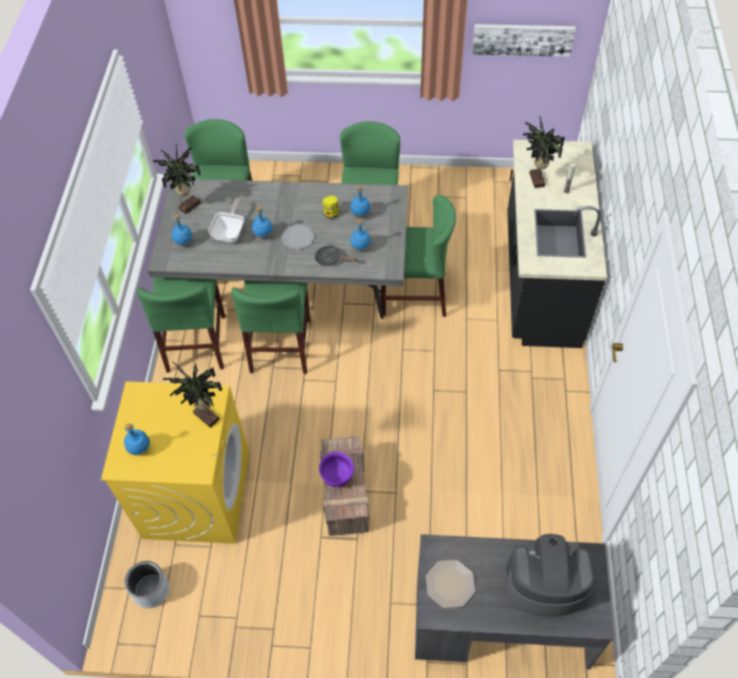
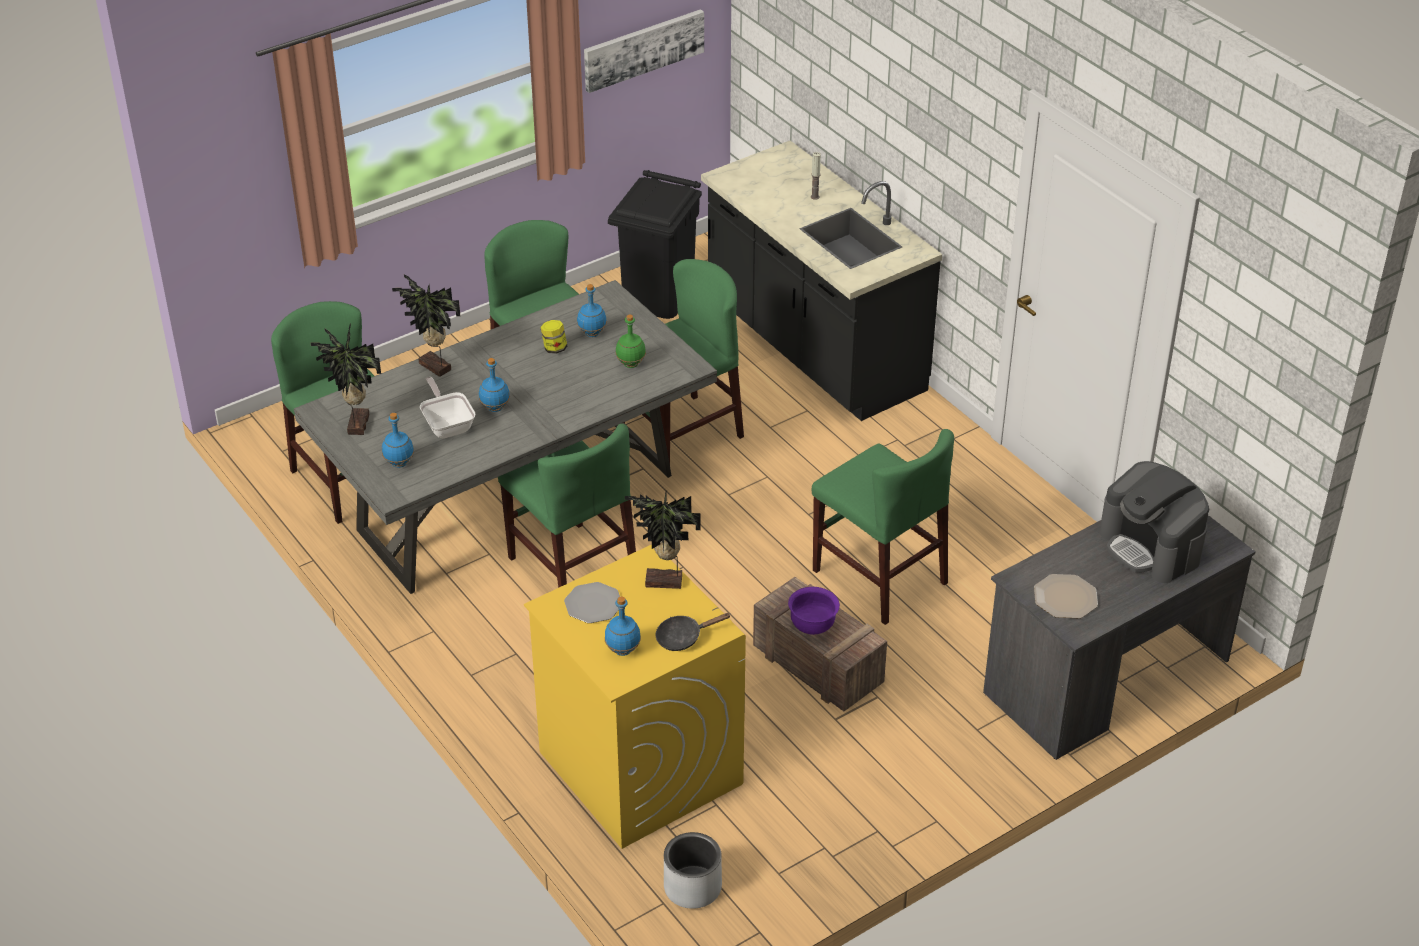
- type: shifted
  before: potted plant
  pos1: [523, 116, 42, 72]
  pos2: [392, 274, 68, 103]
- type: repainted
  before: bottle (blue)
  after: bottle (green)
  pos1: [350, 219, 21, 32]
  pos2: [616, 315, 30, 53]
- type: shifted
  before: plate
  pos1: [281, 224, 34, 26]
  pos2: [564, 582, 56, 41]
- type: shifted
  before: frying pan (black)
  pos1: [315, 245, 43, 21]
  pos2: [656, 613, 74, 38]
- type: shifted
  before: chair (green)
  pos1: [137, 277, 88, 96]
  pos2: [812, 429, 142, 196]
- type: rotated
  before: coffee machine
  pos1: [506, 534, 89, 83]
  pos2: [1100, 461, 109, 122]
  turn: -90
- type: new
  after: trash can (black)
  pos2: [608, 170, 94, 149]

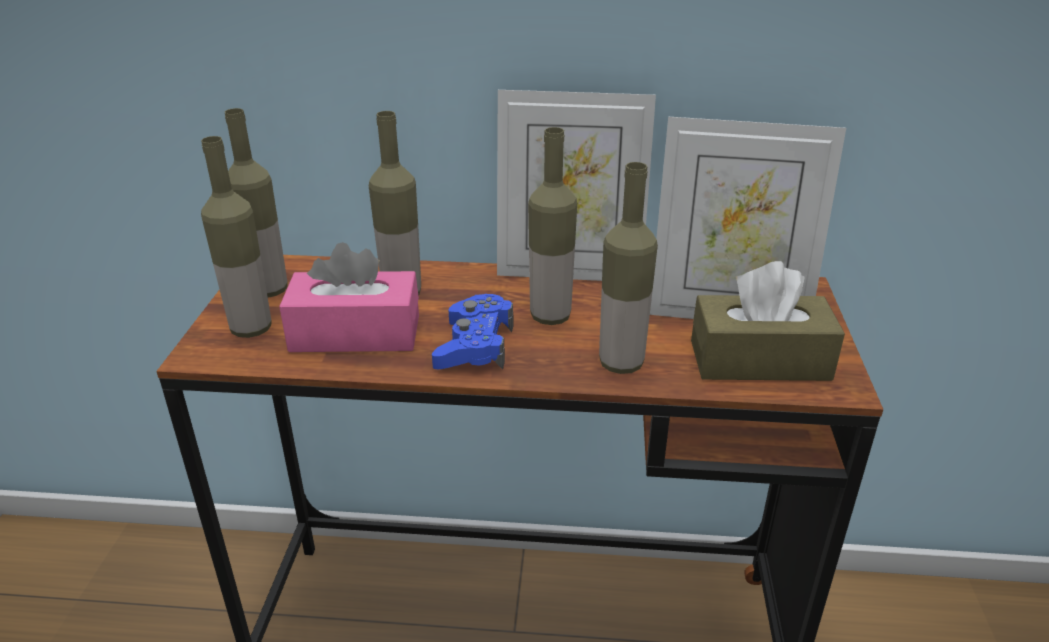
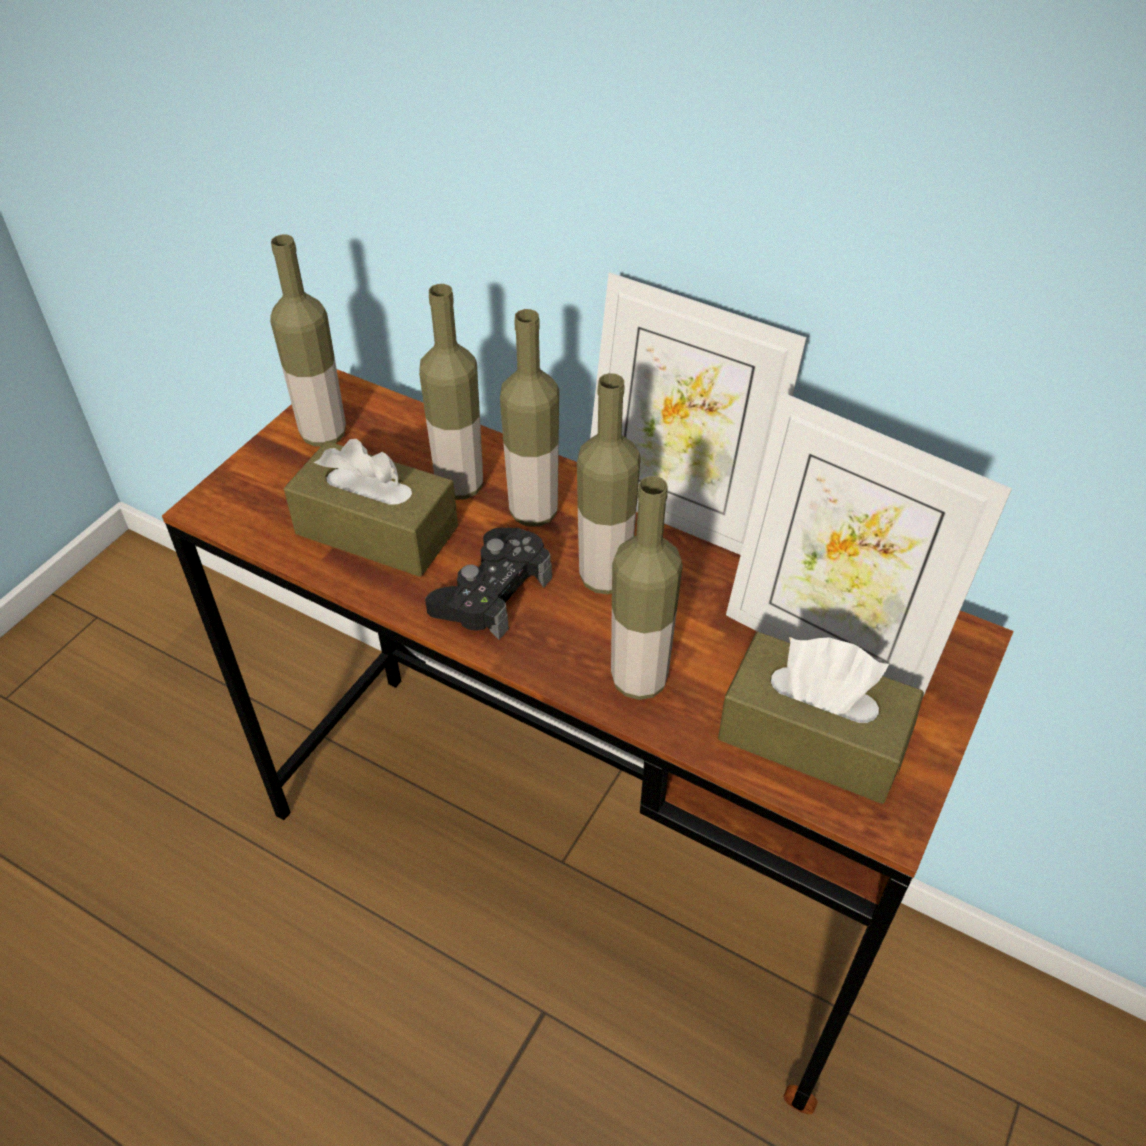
- type: shifted
  before: bottle
  pos1: [201, 136, 70, 202]
  pos2: [500, 309, 59, 218]
- type: repainted
  before: tissue box (pink)
  after: tissue box (brown)
  pos1: [279, 242, 140, 110]
  pos2: [284, 439, 174, 138]
- type: repainted
  before: game controller (blue)
  after: game controller (black)
  pos1: [432, 294, 81, 75]
  pos2: [425, 527, 127, 113]

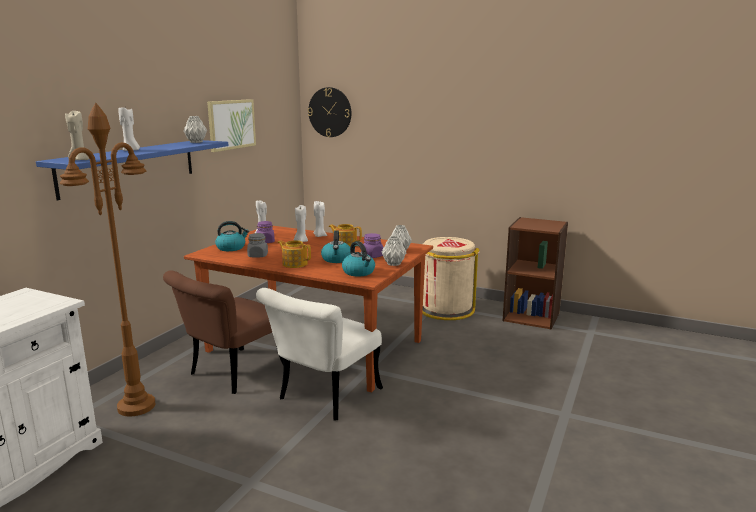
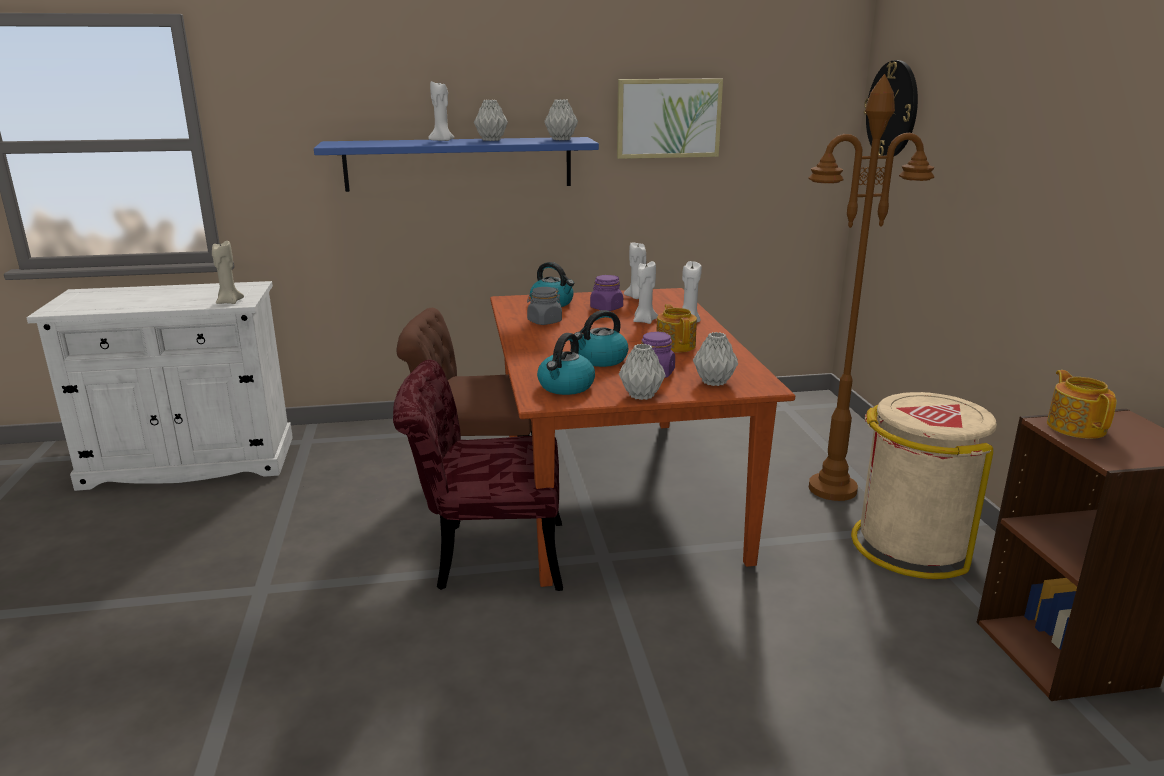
- type: shifted
  before: floor lamp (brown)
  pos1: [60, 103, 95, 313]
  pos2: [809, 74, 125, 427]
- type: shifted
  before: candle (beige)
  pos1: [65, 111, 24, 49]
  pos2: [212, 241, 32, 63]
- type: shifted
  before: teapot
  pos1: [277, 240, 34, 28]
  pos2: [1047, 370, 69, 69]
- type: repainted
  before: chair (white)
  after: chair (red)
  pos1: [256, 288, 127, 132]
  pos2: [393, 359, 170, 232]
- type: new
  after: vase (grey)
  pos2: [474, 100, 34, 41]

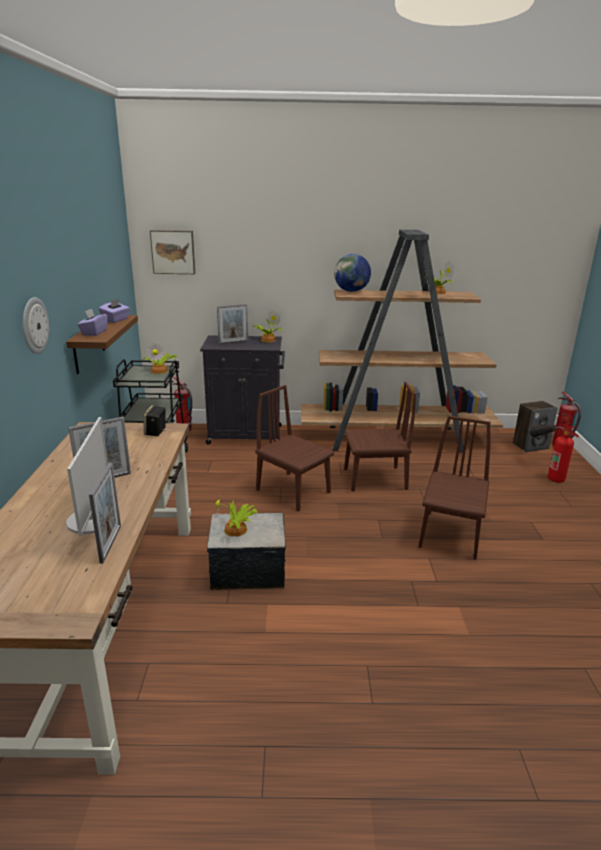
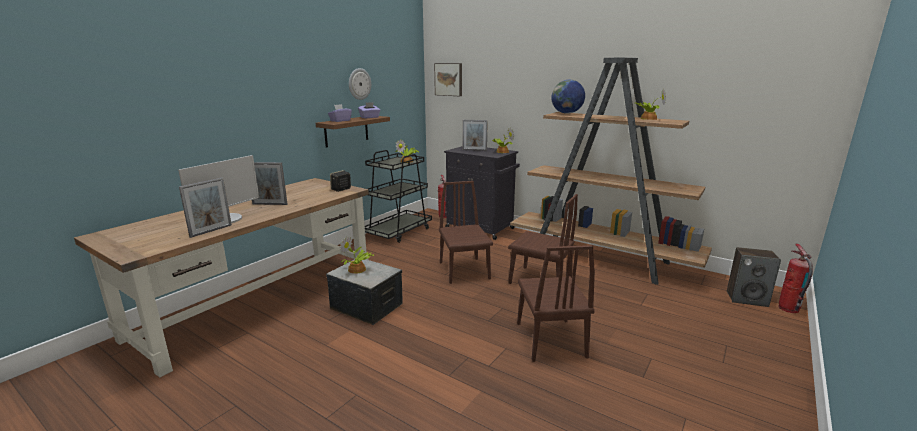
- type: shifted
  before: wall clock
  pos1: [23, 297, 26, 57]
  pos2: [349, 68, 22, 32]
- type: rotated
  before: chair (brown)
  pos1: [419, 415, 72, 145]
  pos2: [517, 245, 78, 117]
  turn: 120
- type: gone
  before: fire extinguisher
  pos1: [529, 425, 50, 58]

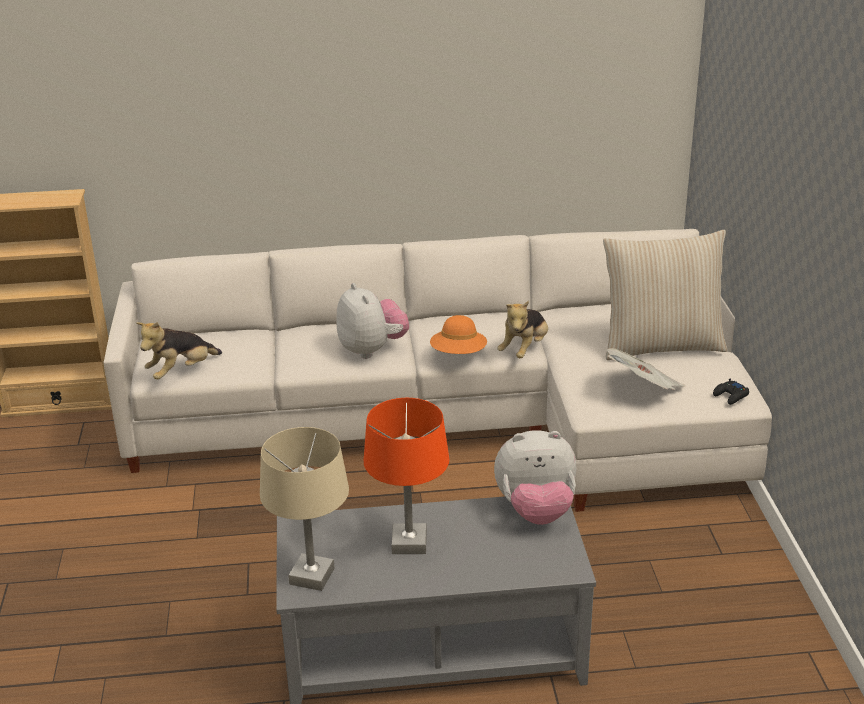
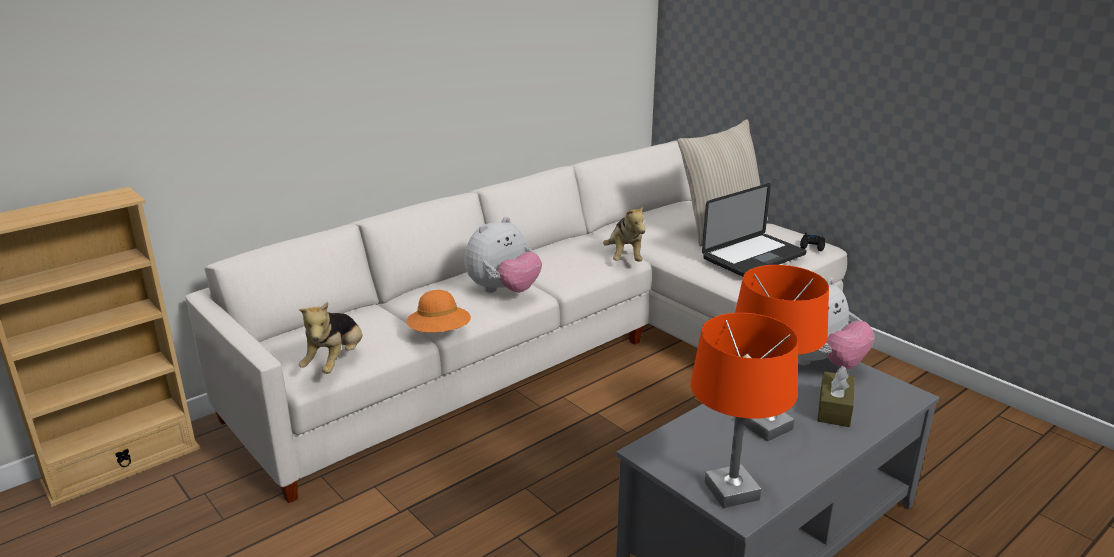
- type: rotated
  before: plush toy
  pos1: [336, 283, 73, 76]
  pos2: [465, 217, 77, 76]
  turn: 105
- type: shifted
  before: hat (orange)
  pos1: [430, 315, 57, 39]
  pos2: [407, 290, 64, 43]
- type: swapped
  before: newspaper
  after: laptop
  pos1: [606, 348, 79, 42]
  pos2: [702, 183, 105, 94]
- type: repainted
  before: table lamp (beige)
  after: table lamp (orange)
  pos1: [260, 427, 89, 164]
  pos2: [690, 313, 108, 195]
- type: new
  after: tissue box (brown)
  pos2: [818, 365, 37, 62]

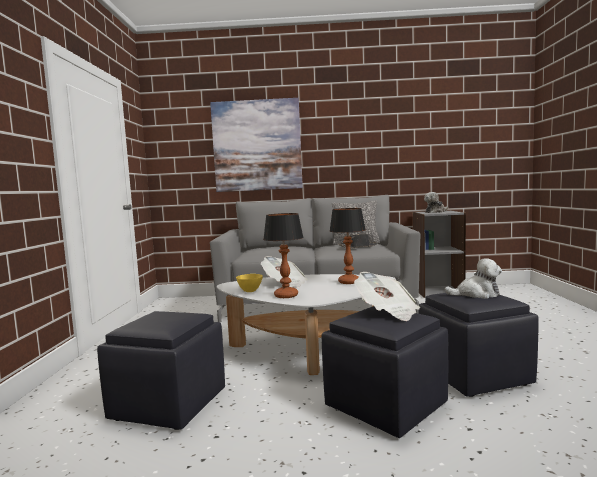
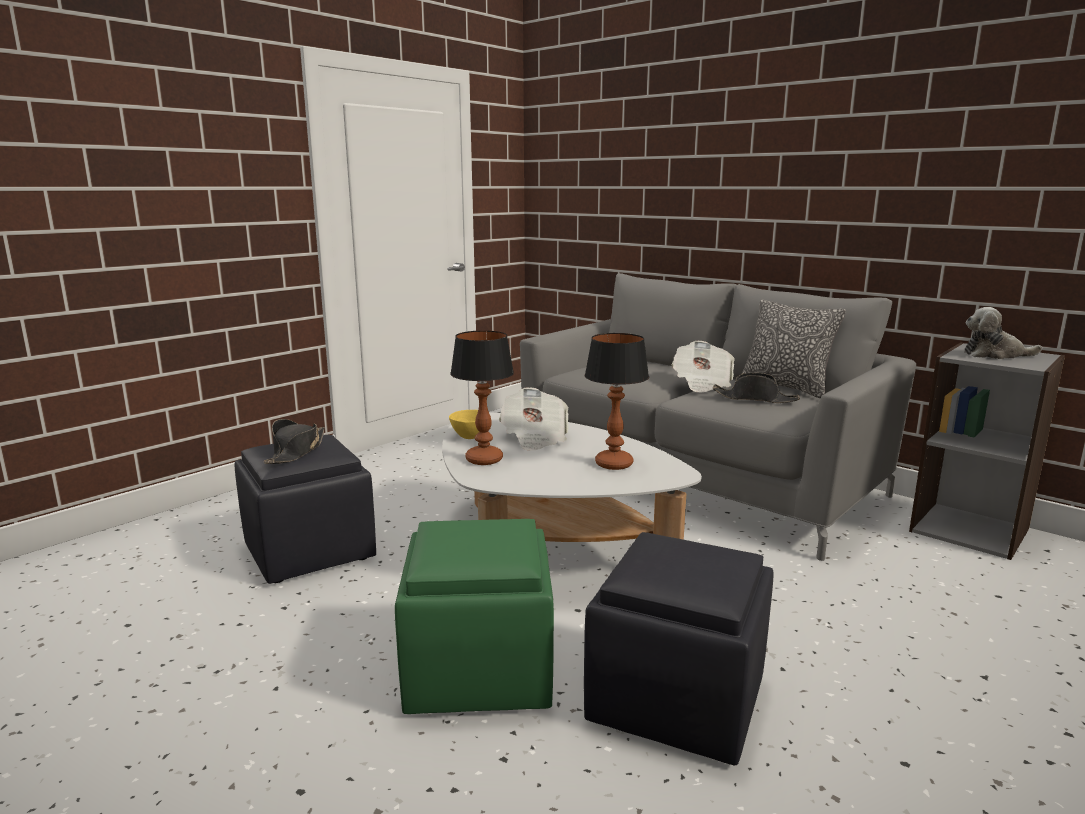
- type: gone
  before: picture
  pos1: [210, 98, 93, 94]
- type: gone
  before: plush toy
  pos1: [444, 258, 58, 41]
- type: shifted
  before: newspaper
  pos1: [354, 272, 66, 49]
  pos2: [672, 341, 63, 51]
- type: repainted
  before: ottoman (black)
  after: ottoman (green)
  pos1: [322, 306, 126, 132]
  pos2: [395, 519, 159, 195]
- type: new
  after: hat (black)
  pos2: [264, 419, 61, 45]

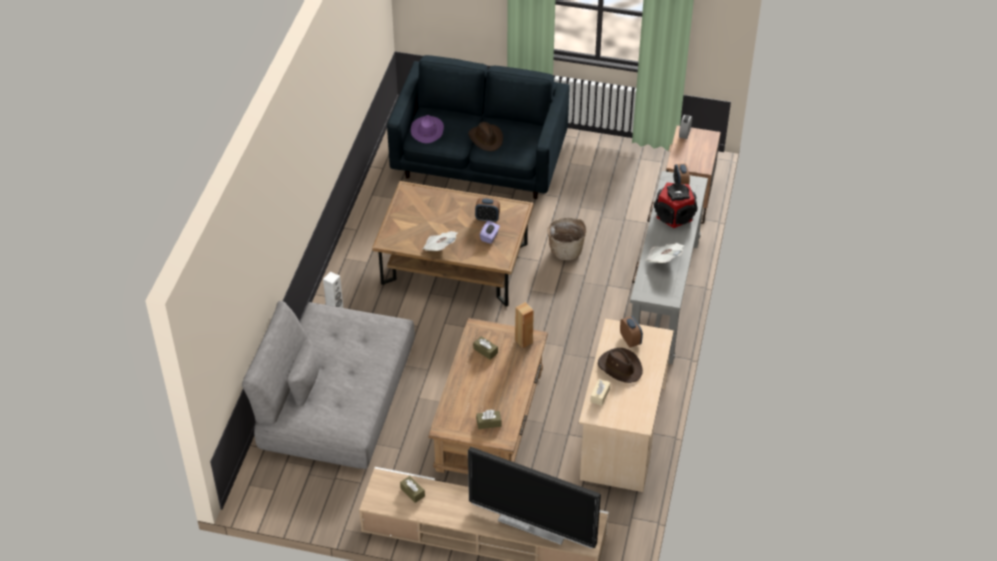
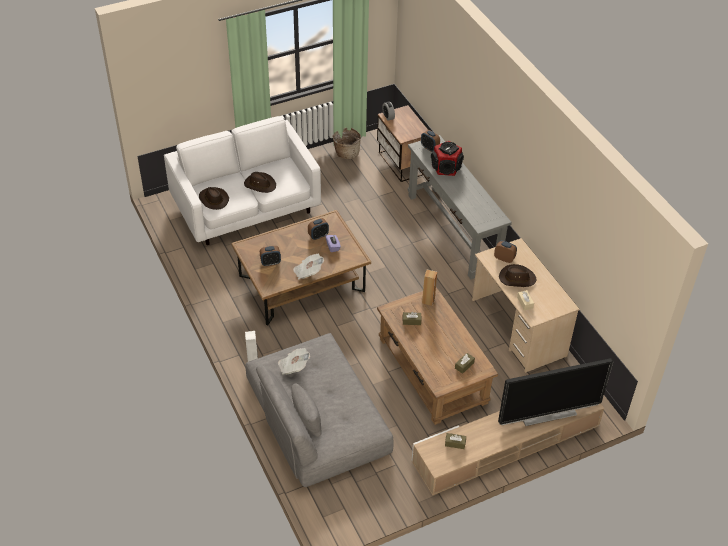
- type: repainted
  before: sofa (blue)
  after: sofa (white)
  pos1: [387, 55, 182, 144]
  pos2: [164, 116, 157, 129]
- type: repainted
  before: hat (purple)
  after: hat (brown)
  pos1: [411, 115, 33, 28]
  pos2: [199, 187, 30, 23]
- type: shifted
  before: basket
  pos1: [547, 218, 39, 43]
  pos2: [333, 128, 28, 31]
- type: shifted
  before: newspaper
  pos1: [645, 243, 39, 20]
  pos2: [278, 348, 32, 27]
- type: new
  after: alarm clock
  pos2: [260, 246, 21, 20]

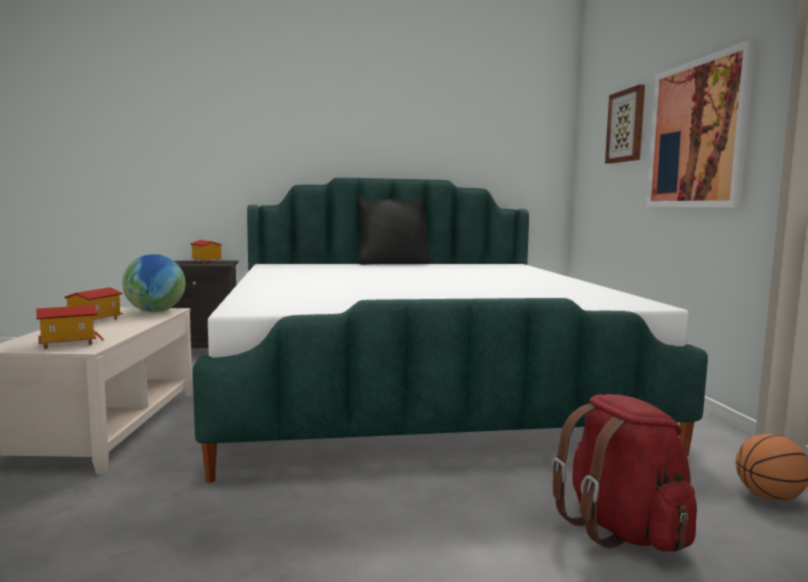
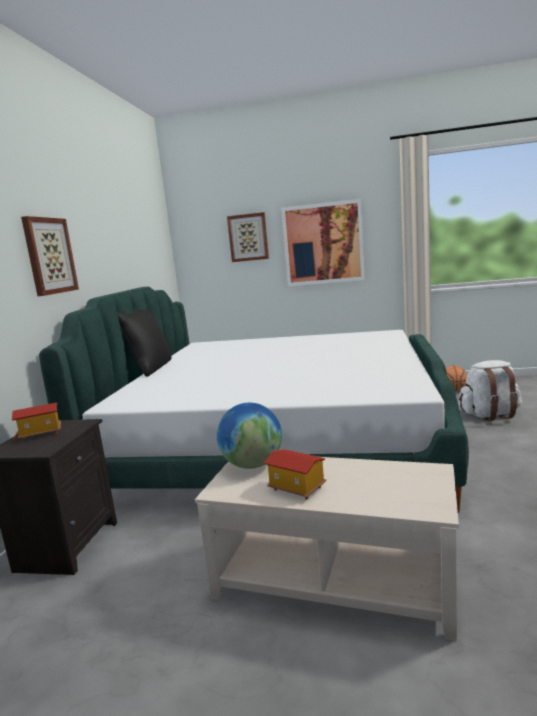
- type: gone
  before: toy house
  pos1: [36, 305, 68, 44]
- type: repainted
  before: backpack (red)
  after: backpack (white)
  pos1: [552, 394, 145, 158]
  pos2: [459, 360, 63, 61]
- type: new
  after: picture
  pos2: [21, 216, 58, 80]

